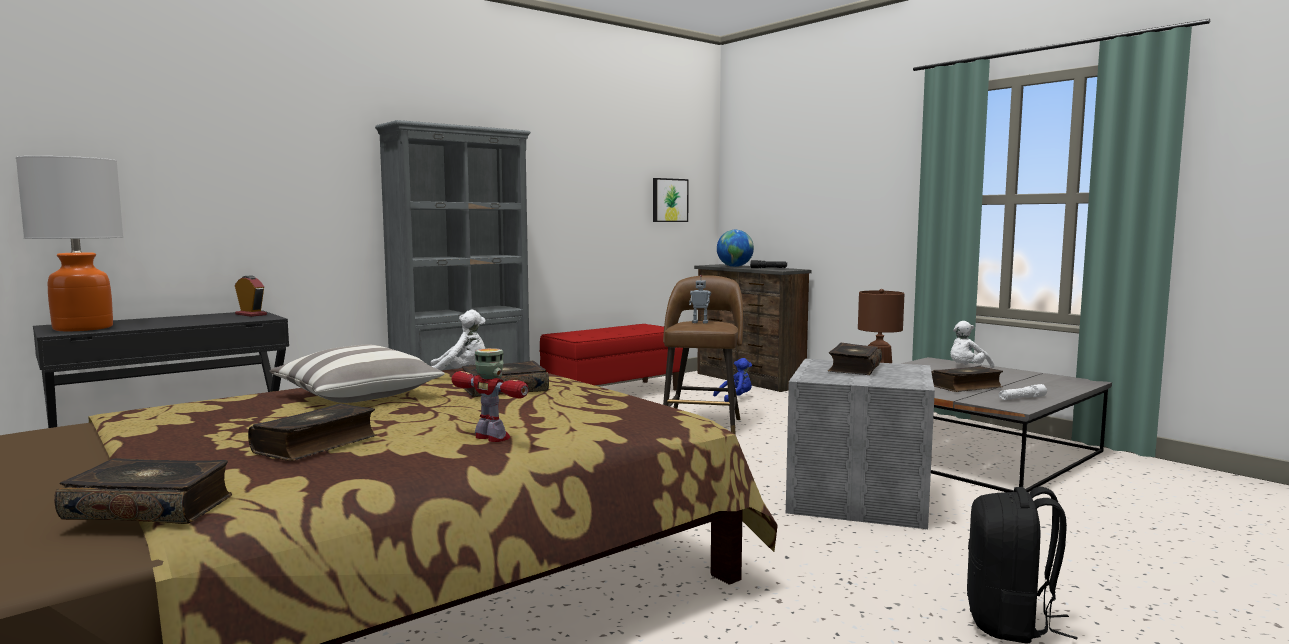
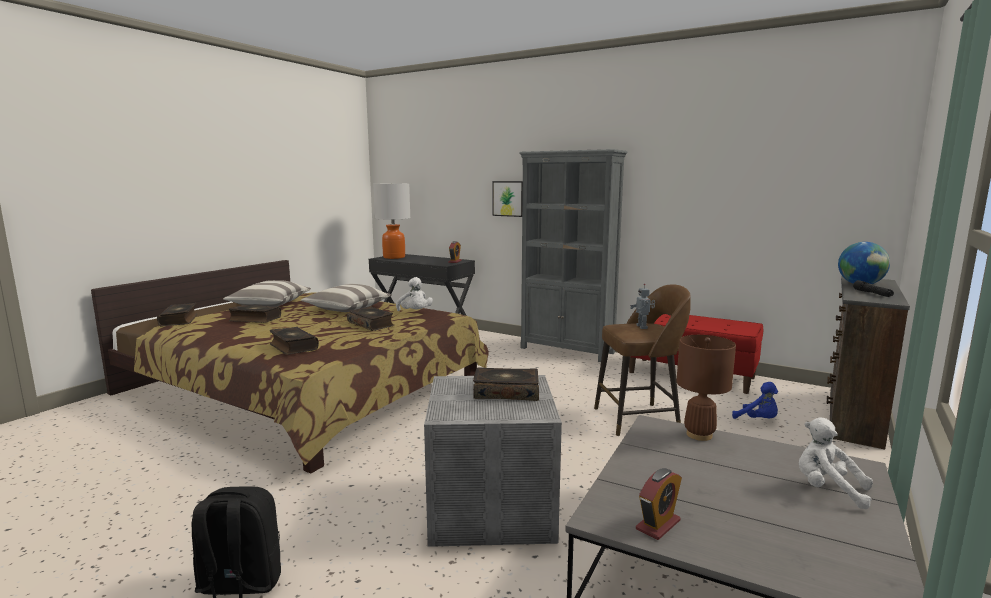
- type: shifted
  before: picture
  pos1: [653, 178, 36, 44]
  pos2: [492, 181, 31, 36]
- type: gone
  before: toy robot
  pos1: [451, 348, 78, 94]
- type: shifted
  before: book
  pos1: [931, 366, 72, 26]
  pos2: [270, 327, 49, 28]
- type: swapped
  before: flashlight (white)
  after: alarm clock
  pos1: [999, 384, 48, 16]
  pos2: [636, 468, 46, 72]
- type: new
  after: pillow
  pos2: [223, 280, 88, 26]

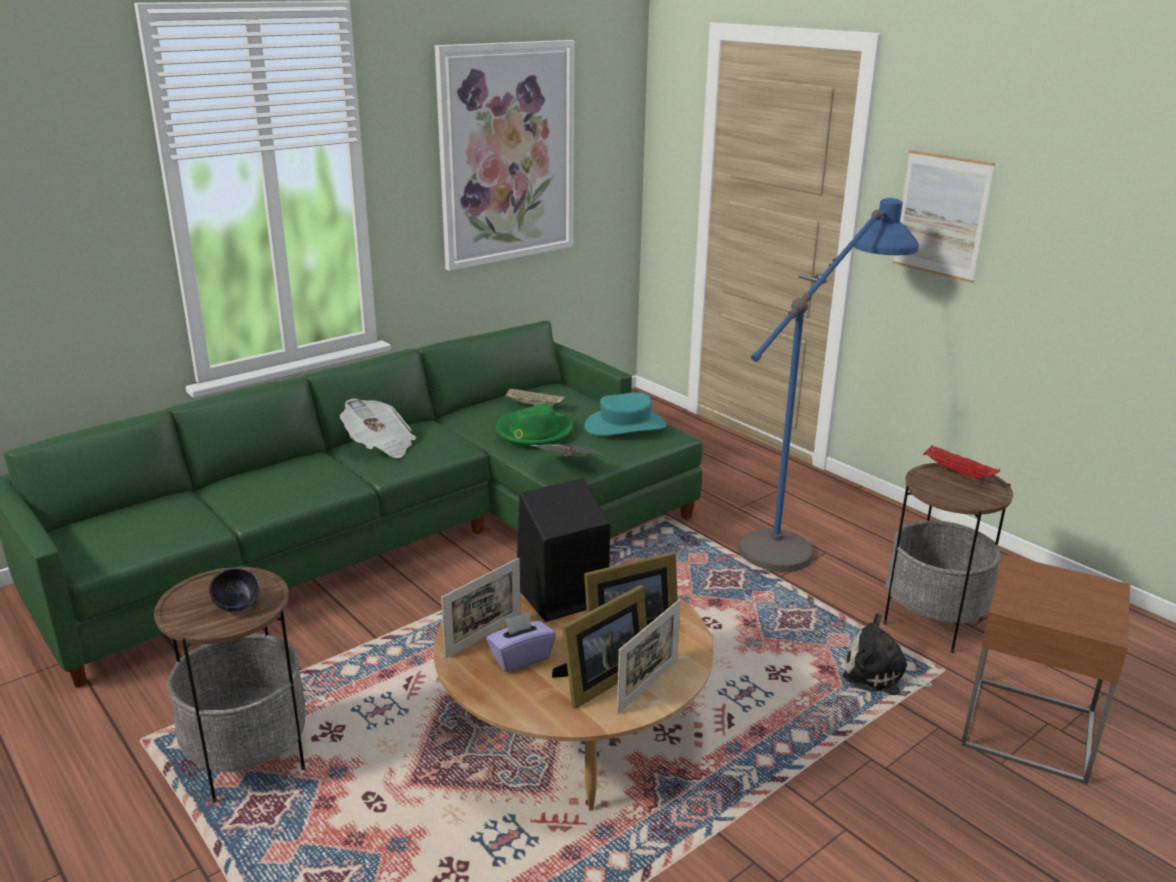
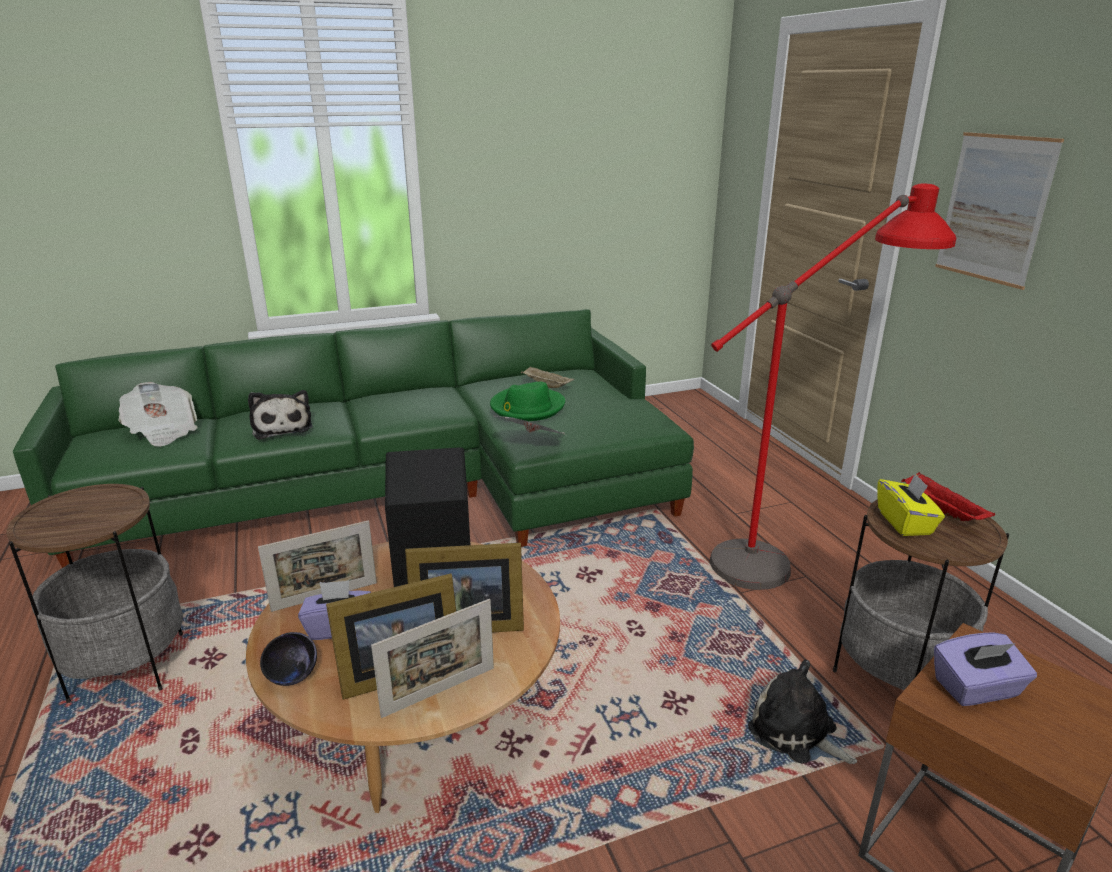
- type: gone
  before: picture
  pos1: [435, 40, 139, 231]
- type: repainted
  before: floor lamp (blue)
  after: floor lamp (red)
  pos1: [738, 198, 181, 374]
  pos2: [709, 184, 247, 406]
- type: gone
  before: hat (turquoise)
  pos1: [584, 392, 82, 44]
- type: shifted
  before: newspaper
  pos1: [340, 398, 76, 60]
  pos2: [119, 382, 78, 65]
- type: shifted
  before: bowl (black)
  pos1: [209, 568, 51, 44]
  pos2: [260, 632, 57, 54]
- type: new
  after: plush toy
  pos2: [248, 390, 65, 50]
- type: new
  after: tissue box (yellow)
  pos2: [877, 473, 68, 63]
- type: new
  after: tissue box (purple)
  pos2: [934, 632, 103, 74]

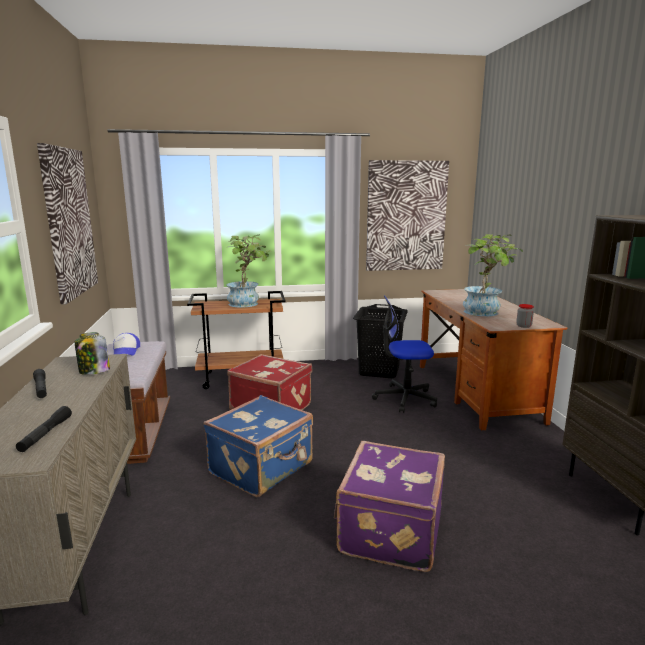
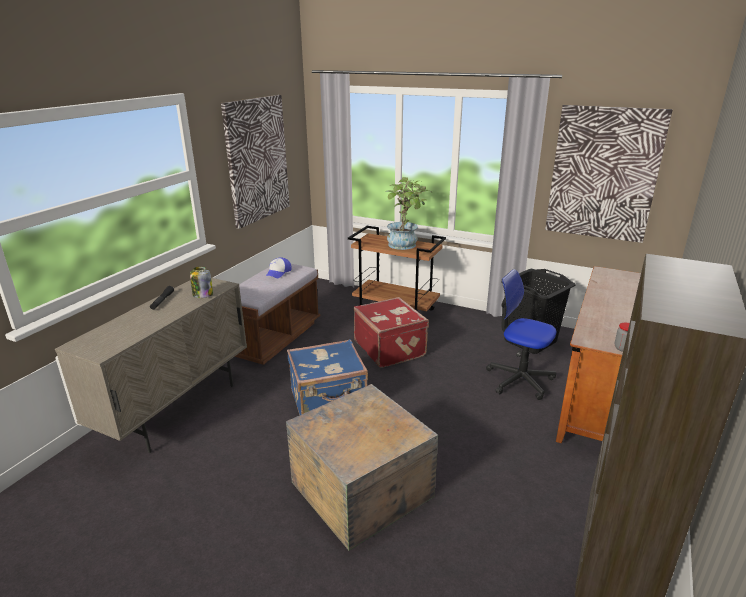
- type: gone
  before: potted plant
  pos1: [463, 234, 60, 82]
- type: gone
  before: flashlight (black)
  pos1: [16, 406, 56, 46]
- type: swapped
  before: suitcase (purple)
  after: crate
  pos1: [334, 441, 111, 131]
  pos2: [286, 384, 152, 167]

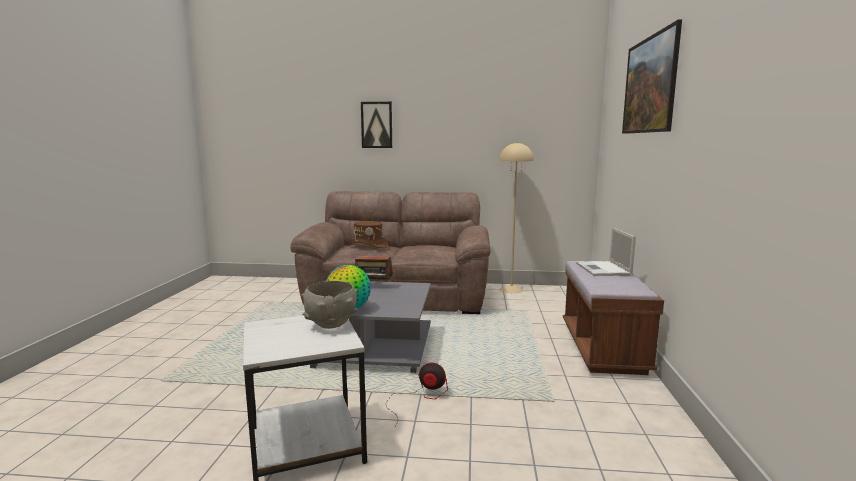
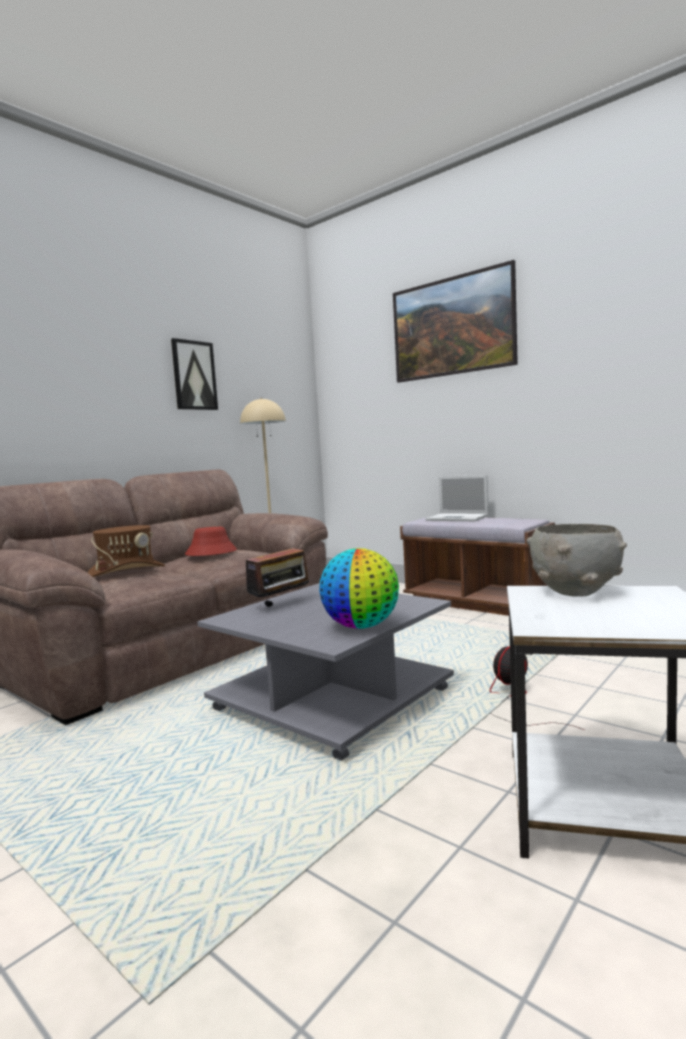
- type: shifted
  before: picture
  pos1: [361, 102, 31, 46]
  pos2: [171, 338, 47, 72]
- type: new
  after: hat (red)
  pos2: [185, 527, 52, 29]

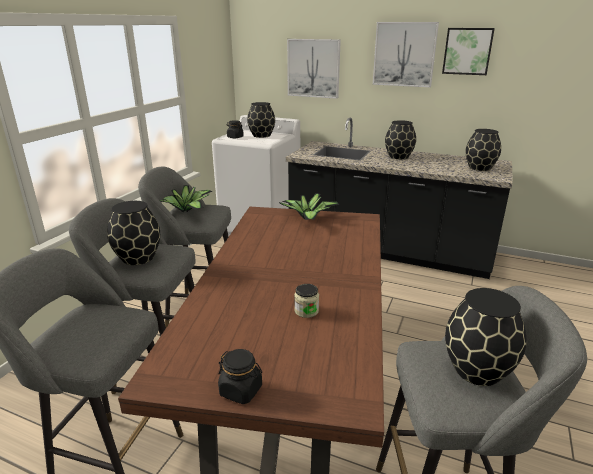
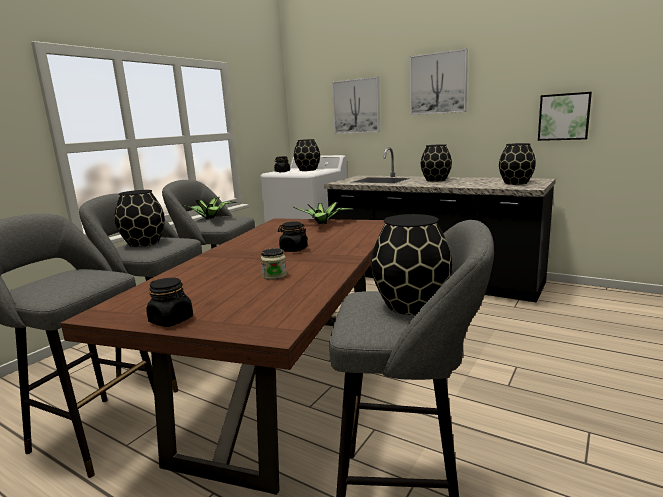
- type: shifted
  before: picture
  pos1: [442, 28, 53, 47]
  pos2: [538, 92, 54, 49]
- type: new
  after: jar (black)
  pos2: [278, 222, 30, 30]

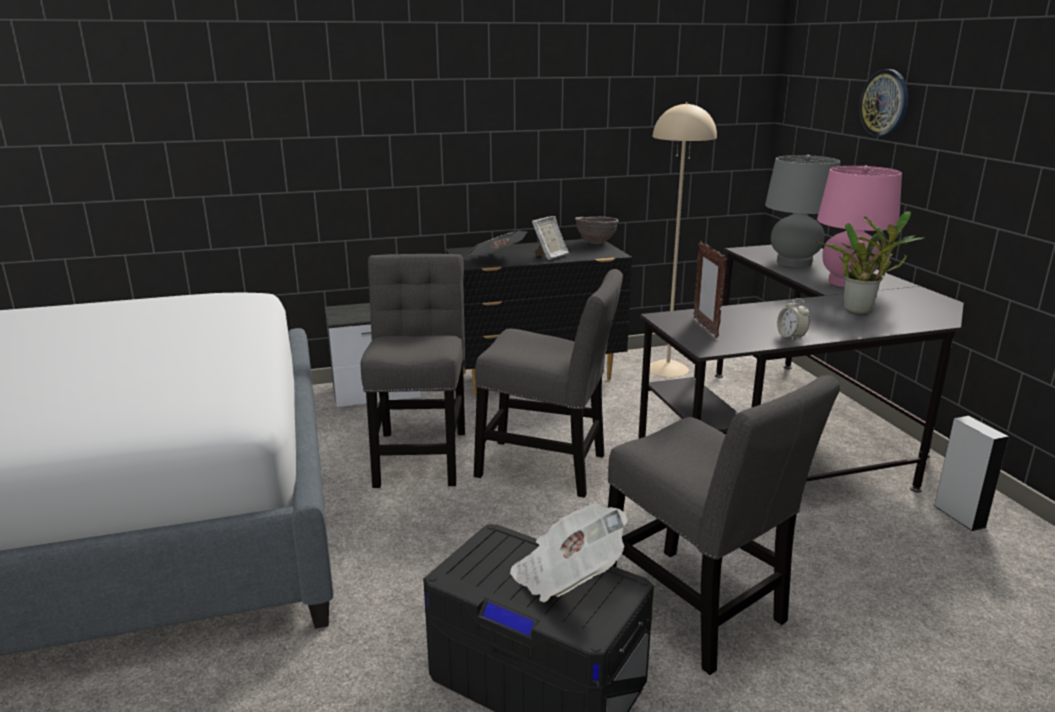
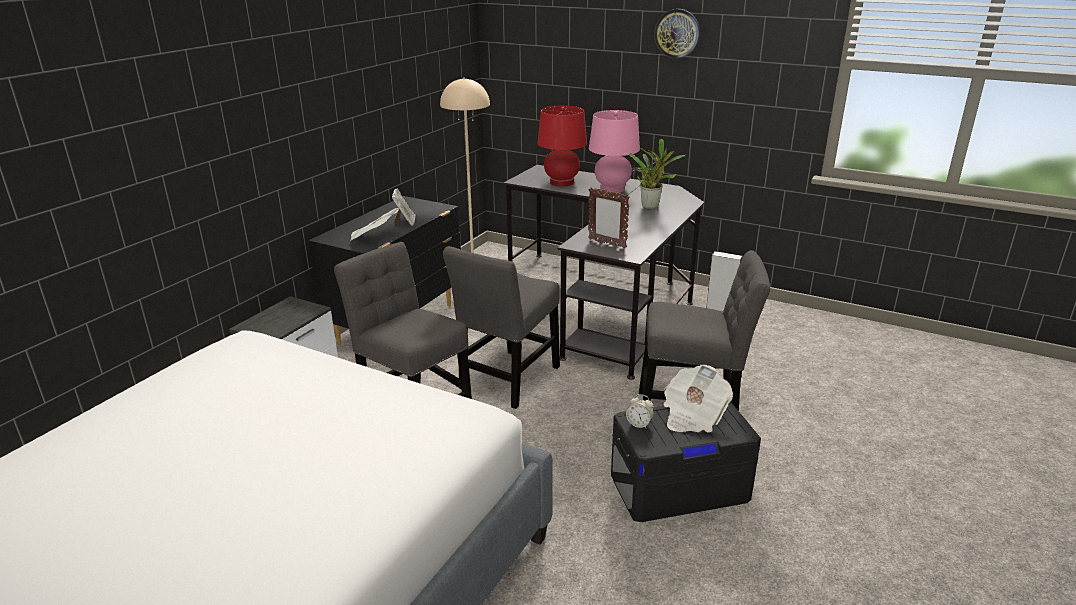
- type: shifted
  before: wall clock
  pos1: [859, 69, 49, 67]
  pos2: [654, 9, 46, 49]
- type: repainted
  before: table lamp (grey)
  after: table lamp (red)
  pos1: [765, 155, 75, 112]
  pos2: [538, 106, 49, 80]
- type: gone
  before: bowl (brown)
  pos1: [575, 217, 44, 27]
- type: rotated
  before: chair (grey)
  pos1: [474, 269, 149, 229]
  pos2: [443, 246, 117, 163]
  turn: 150
- type: shifted
  before: alarm clock
  pos1: [777, 298, 33, 42]
  pos2: [626, 394, 28, 35]

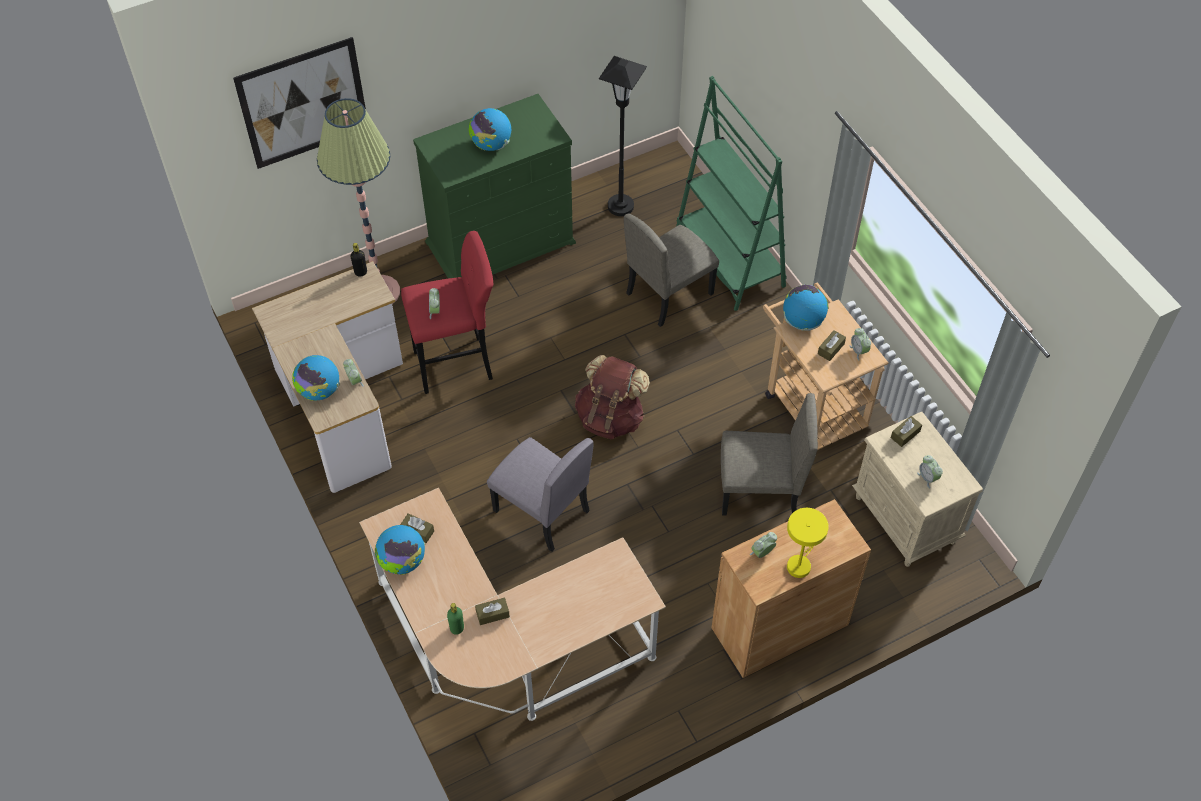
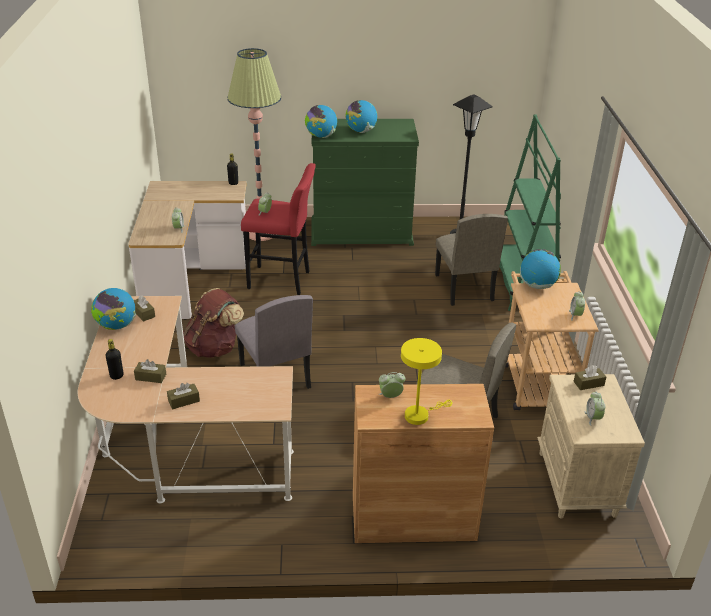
- type: gone
  before: picture
  pos1: [233, 37, 133, 132]
- type: rotated
  before: chair (beige)
  pos1: [624, 213, 95, 114]
  pos2: [435, 214, 73, 92]
  turn: -90
- type: shifted
  before: tissue box (brown)
  pos1: [818, 330, 28, 31]
  pos2: [167, 383, 33, 26]
- type: shifted
  before: globe
  pos1: [292, 355, 48, 46]
  pos2: [305, 105, 32, 33]
- type: shifted
  before: backpack (brown)
  pos1: [575, 355, 75, 84]
  pos2: [183, 288, 61, 70]
- type: repainted
  before: bottle (green)
  after: bottle (black)
  pos1: [447, 603, 17, 32]
  pos2: [105, 339, 18, 41]

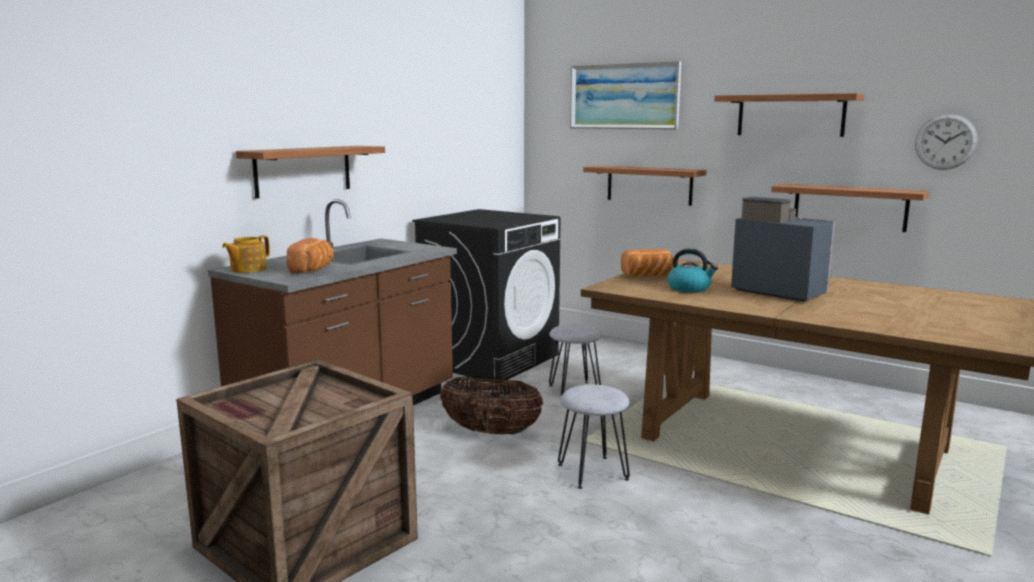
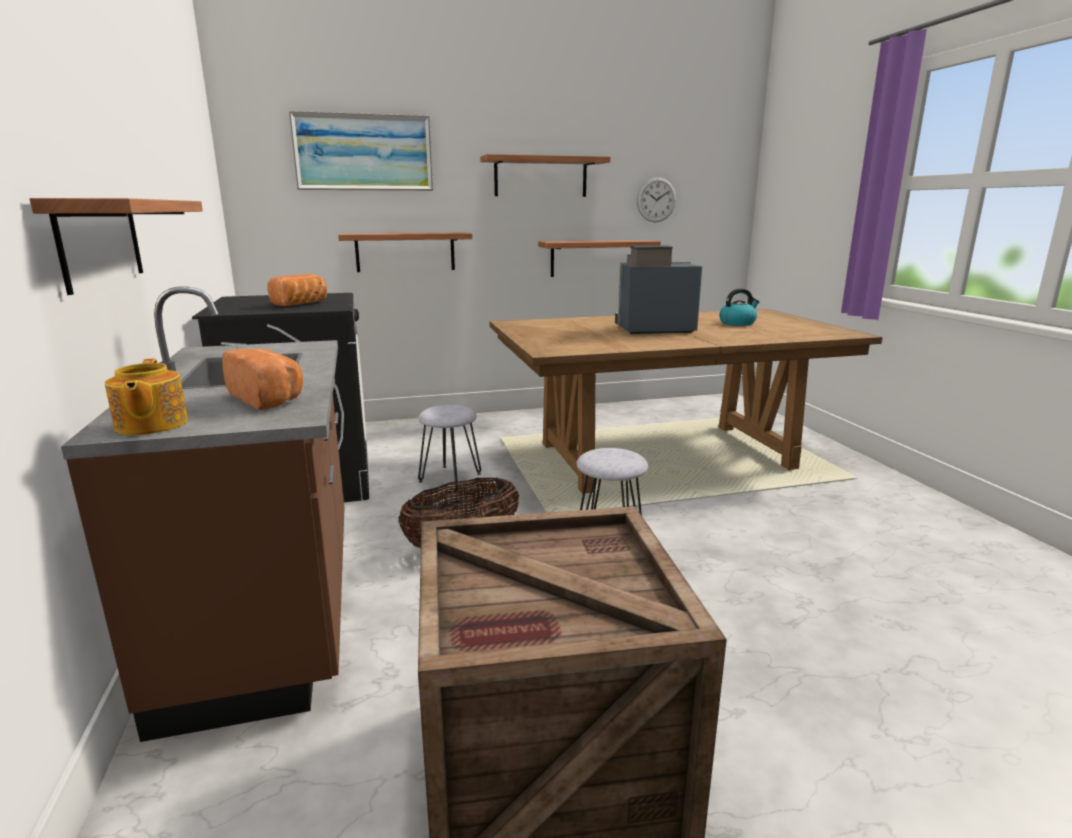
- type: shifted
  before: kettle
  pos1: [667, 248, 51, 45]
  pos2: [719, 288, 40, 38]
- type: shifted
  before: bread
  pos1: [621, 249, 52, 28]
  pos2: [267, 274, 60, 32]

